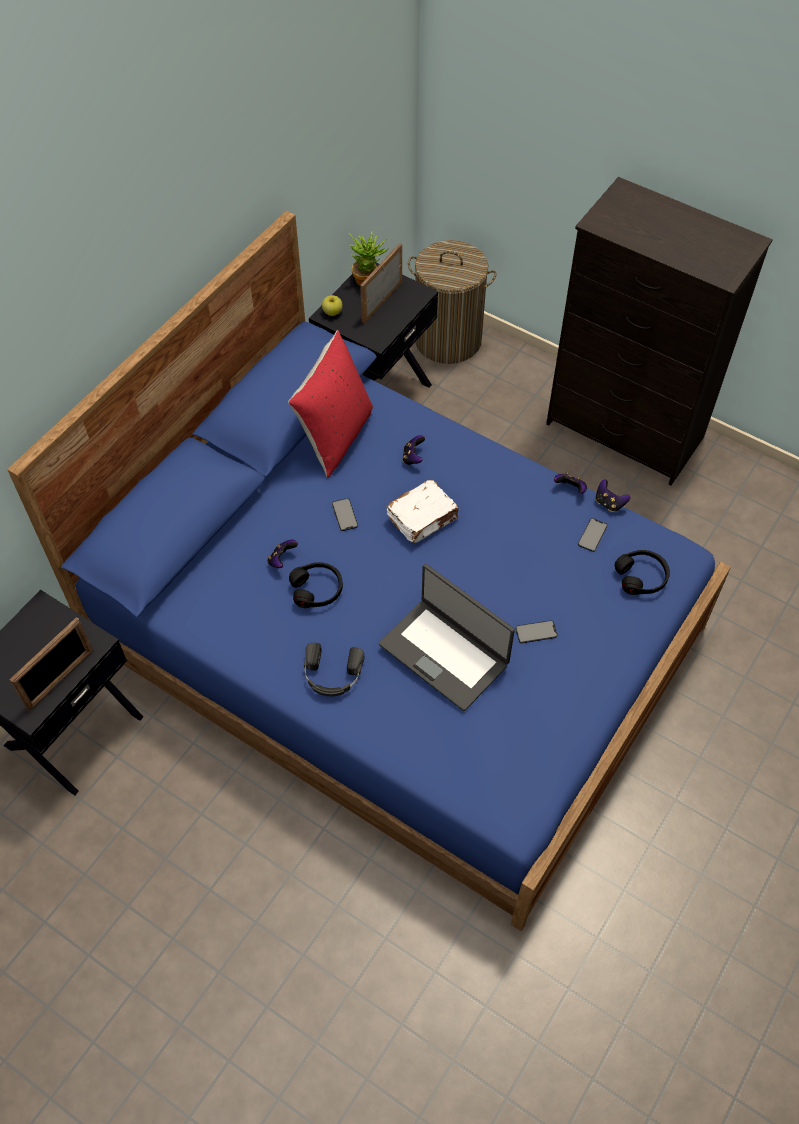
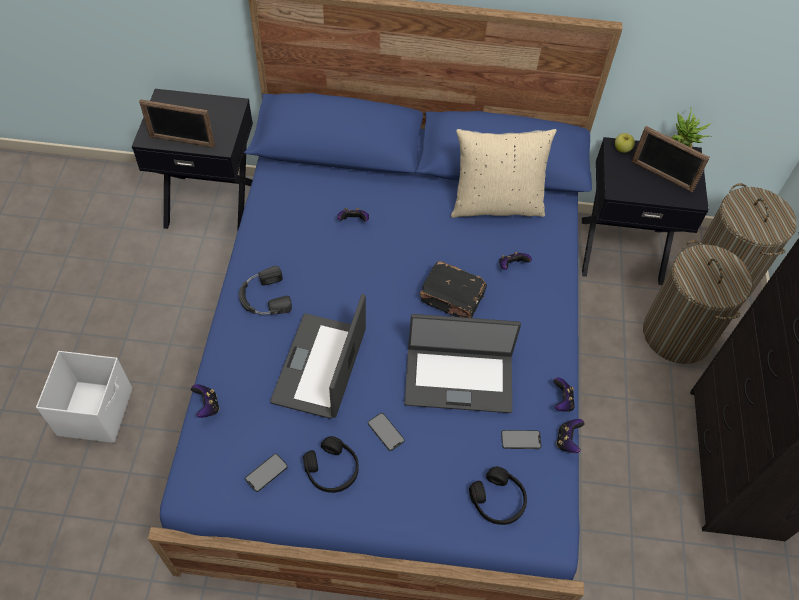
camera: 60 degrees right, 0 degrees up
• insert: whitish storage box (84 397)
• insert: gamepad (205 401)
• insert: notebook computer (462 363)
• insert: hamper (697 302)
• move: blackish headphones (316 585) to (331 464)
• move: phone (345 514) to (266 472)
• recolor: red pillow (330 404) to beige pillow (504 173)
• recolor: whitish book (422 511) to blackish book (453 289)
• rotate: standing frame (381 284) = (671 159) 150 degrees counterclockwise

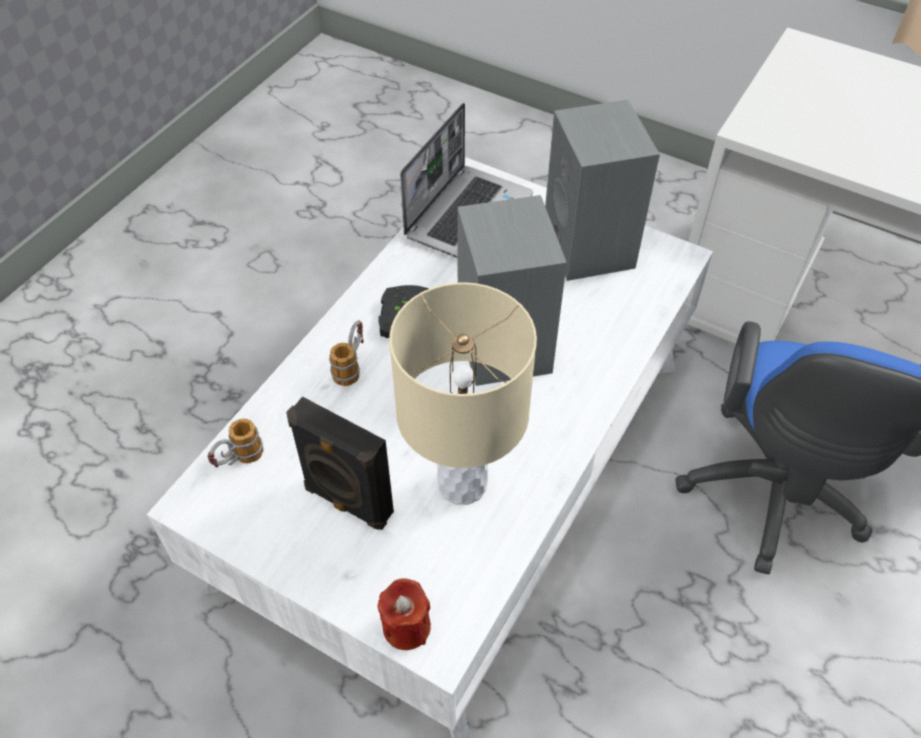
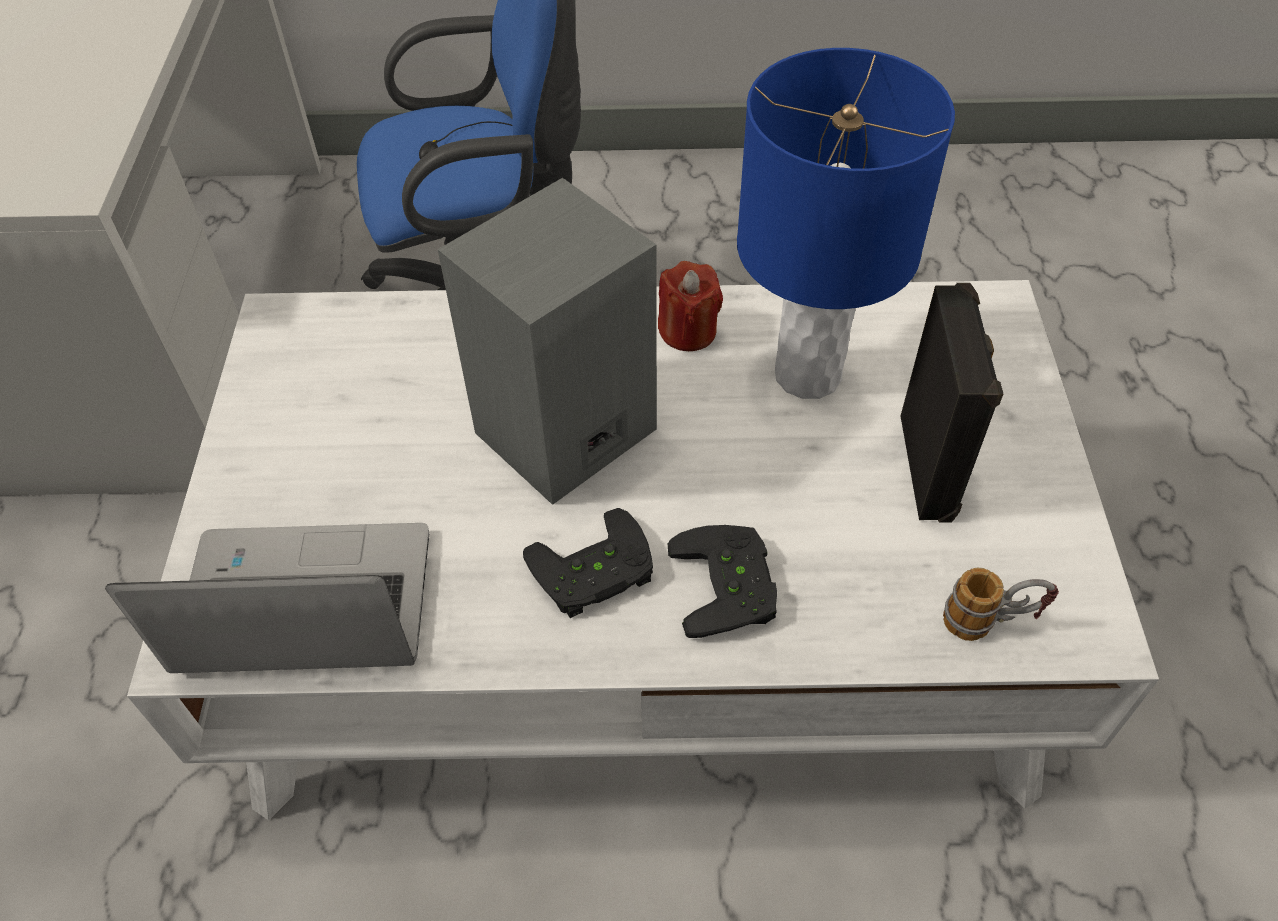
camera: 120 degrees left, 0 degrees up
• delete: grey audio speaker (602 190)
• move: red wax candle (404 614) to (690 306)
• replace: coffee mug (346 353) to blackish gamepad (722 581)
• recolor: beige tabletop lamp (463 393) to blue-coloured tabletop lamp (846 223)

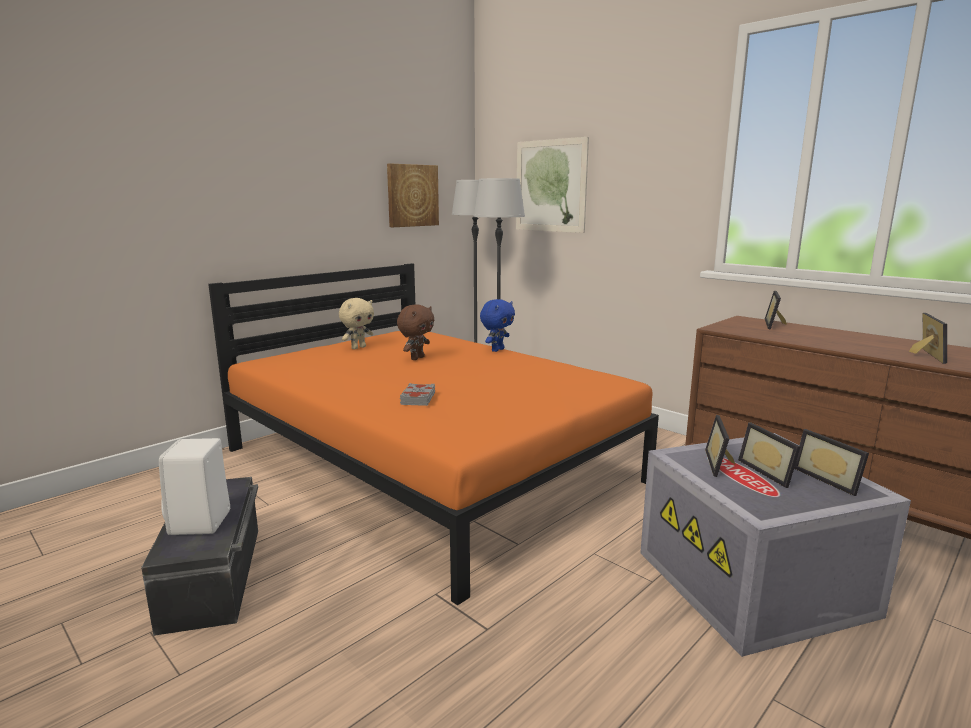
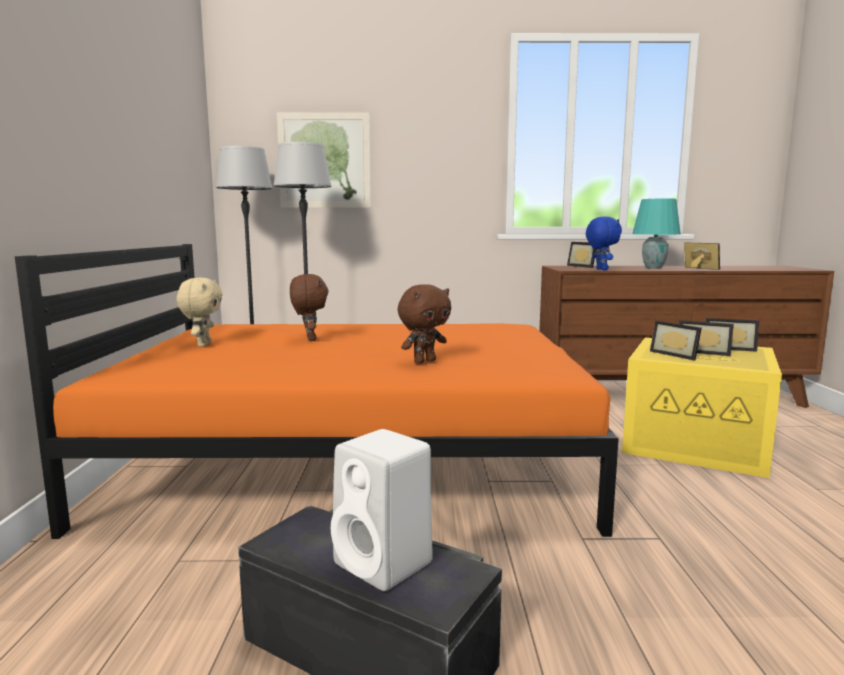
camera: 45 degrees left, 5 degrees down
• delete: wall art (413 195)
• insert: blue-green tabletop lamp (656 233)
• move: blue-coloured soft toy (497 325) to (604 243)
• replace: grey book (417 394) to brownish soft toy (424 324)
• recolor: grey storage box (775 545) to yellow-coloured storage box (702 408)

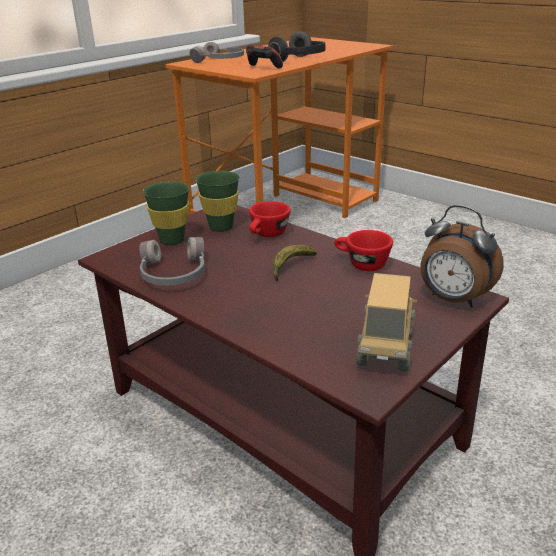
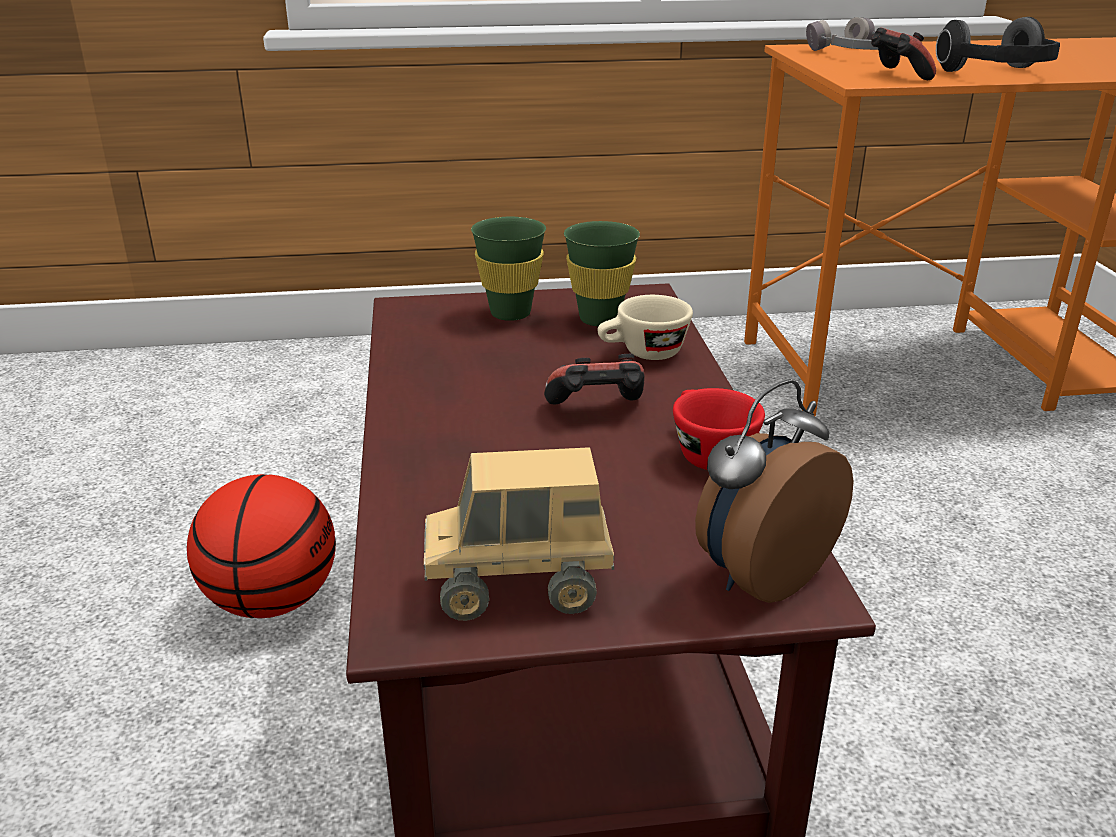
camera: 40 degrees right, 0 degrees up
• delete: grey headphones (172 261)
• insert: basketball ball (261 546)
• replace: banana (295 263) to gamepad (594 379)
• recolor: red cup (269 219) to beige cup (645 327)
• rotate: toy truck (387 322) = (519 534) 150 degrees counterclockwise
• rotate: table clock (462 256) = (774 491) 60 degrees clockwise

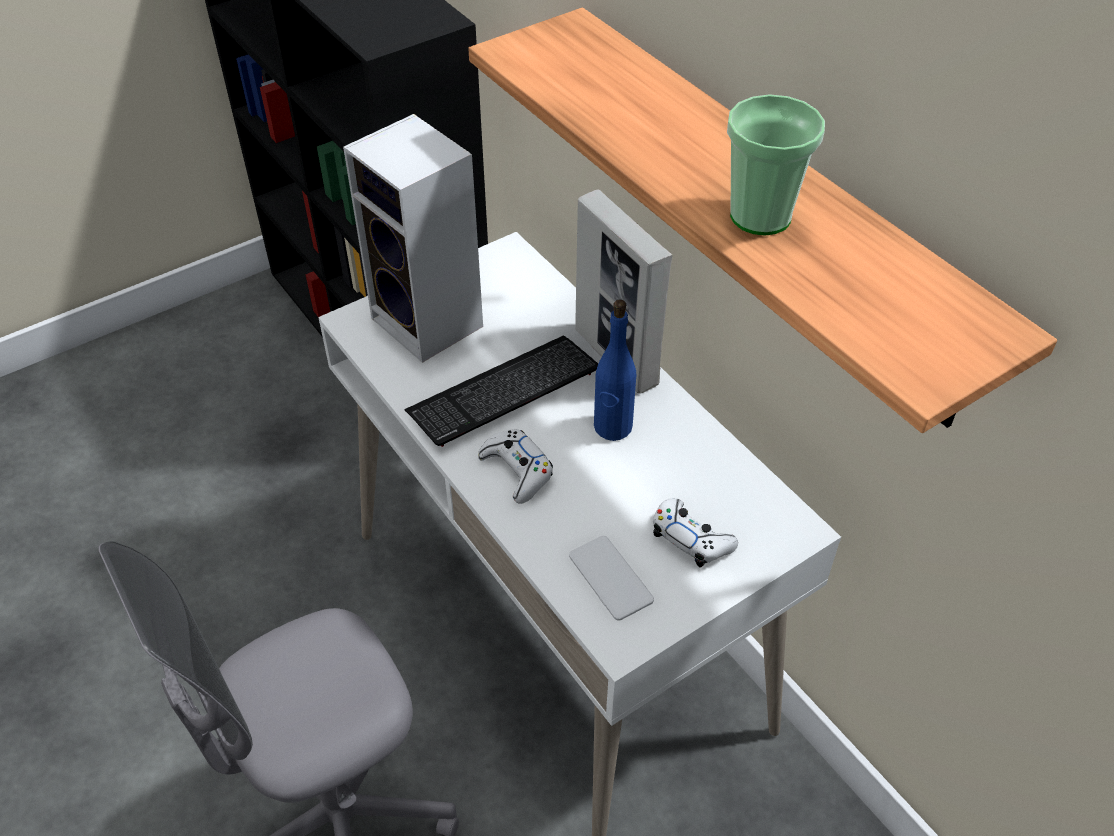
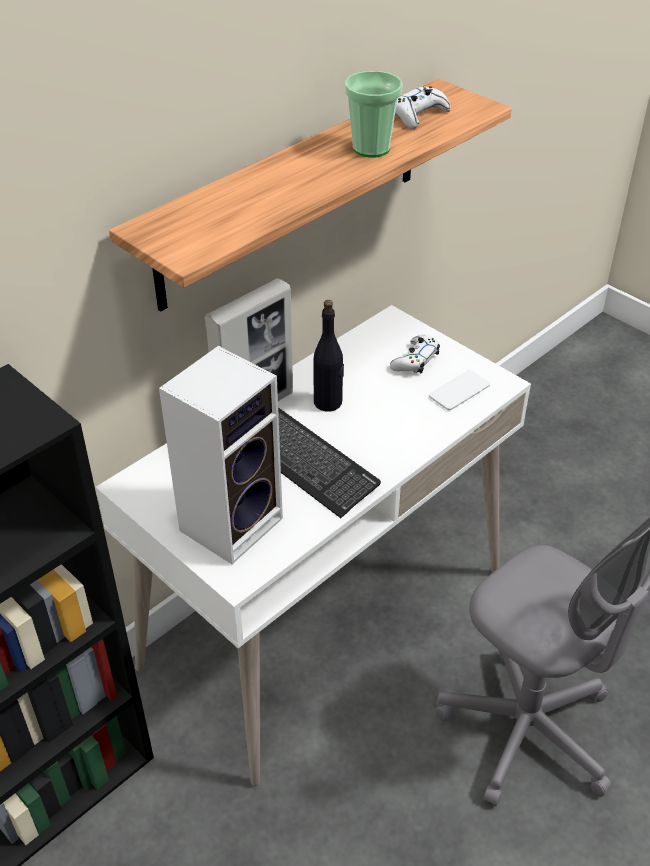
camera: 100 degrees left, 5 degrees down
• move: whitish gamepad (515 466) to (423 107)
• recolor: blue-coloured beverage bottle (615 370) to blackish beverage bottle (328 356)

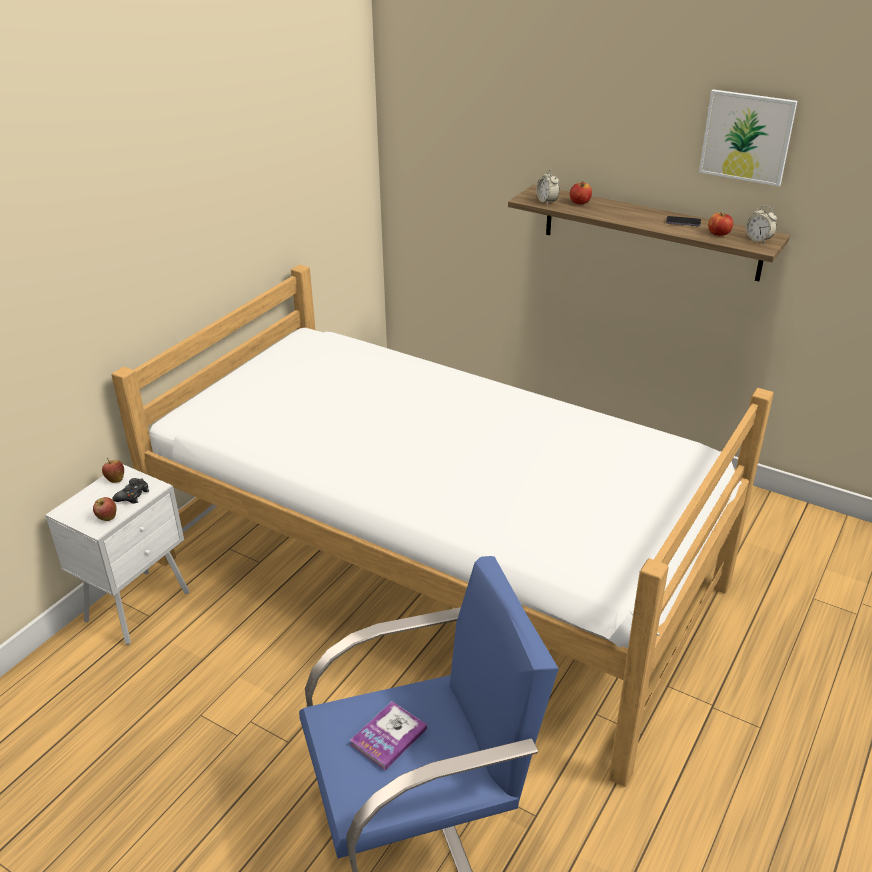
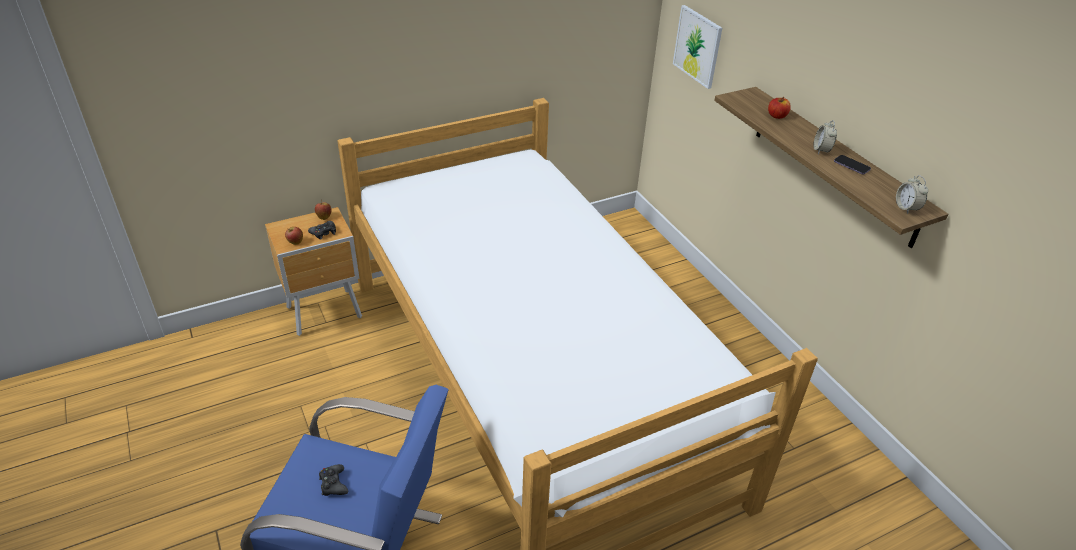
camera: 30 degrees right, 5 degrees up
• delete: apple (720 224)
• move: table clock (548 187) to (825 137)
• move: wall art (748 138) to (697 47)
• replace: book (388 735) to blackish gamepad (333 480)
• recolor: whitish nightstand (117 554) to brownish nightstand (313 271)

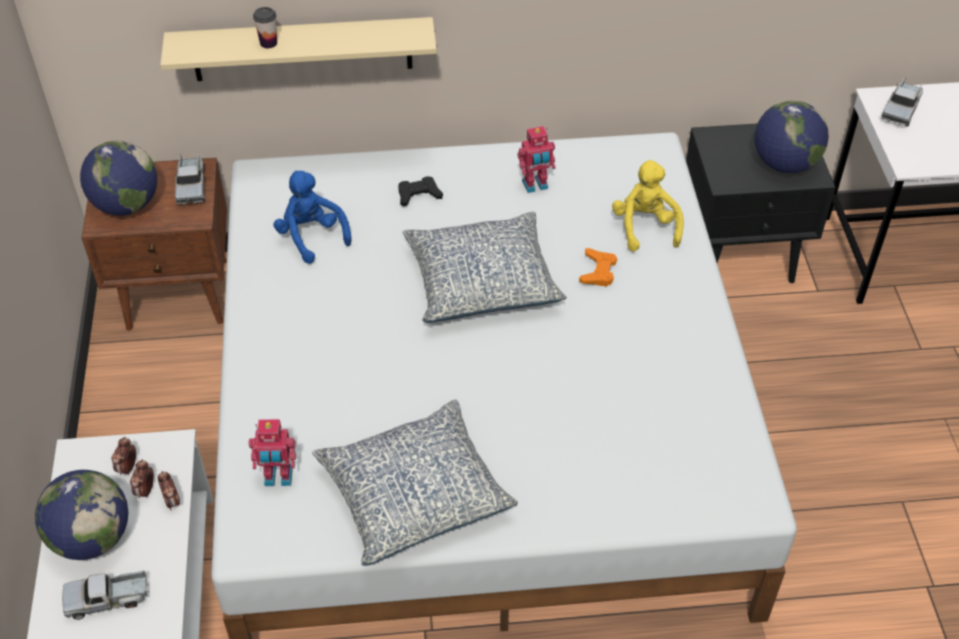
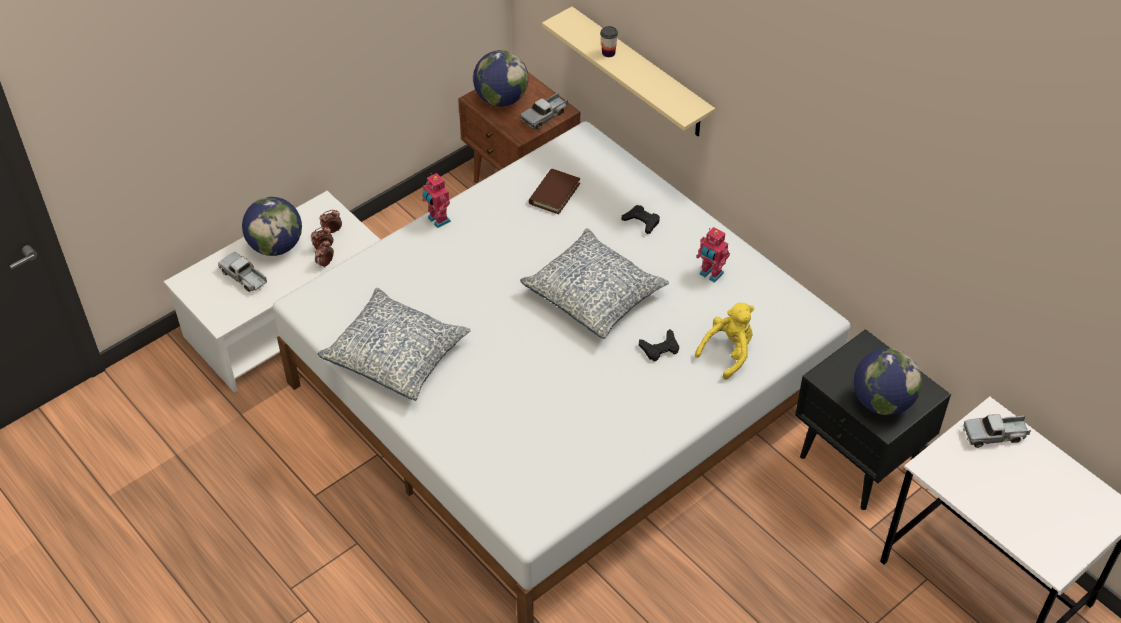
camera: 55 degrees right, 0 degrees up
• move: robot figure (272 452) to (436 200)
• replace: blue-coloured soft toy (313 217) to brownish book (554 191)
• recolor: orangey gamepad (598 267) to blackish gamepad (659 345)

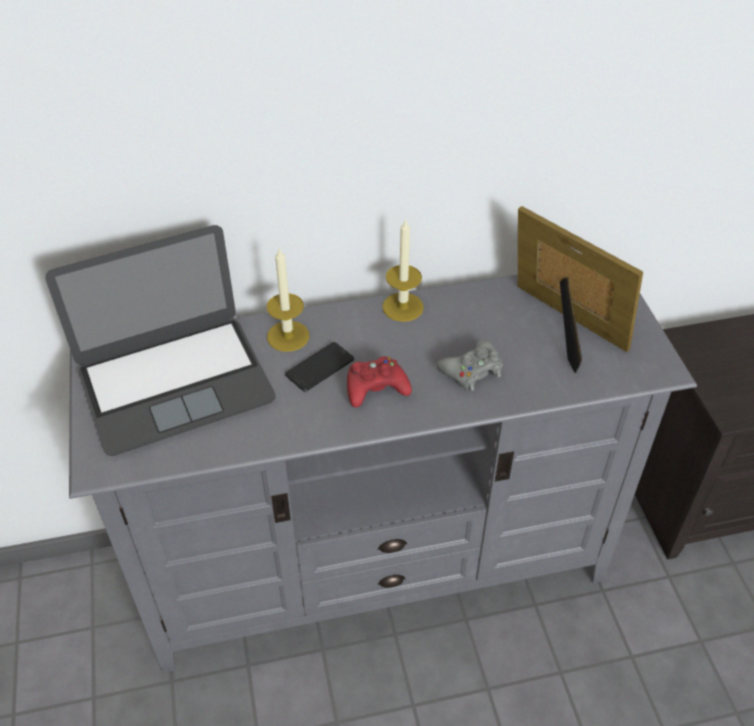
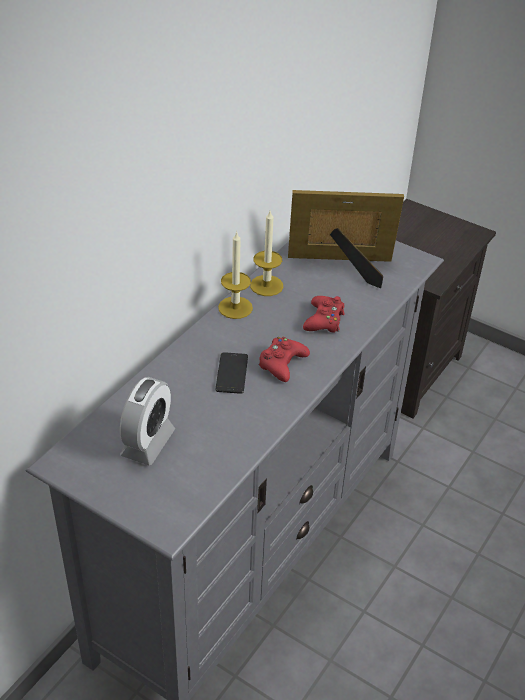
camera: 45 degrees left, 5 degrees down
• move: wax candle (288 299) to (266 253)
• replace: notebook computer (160 340) to table clock (147 421)
• recolor: grey gamepad (470 365) to red gamepad (324 314)

